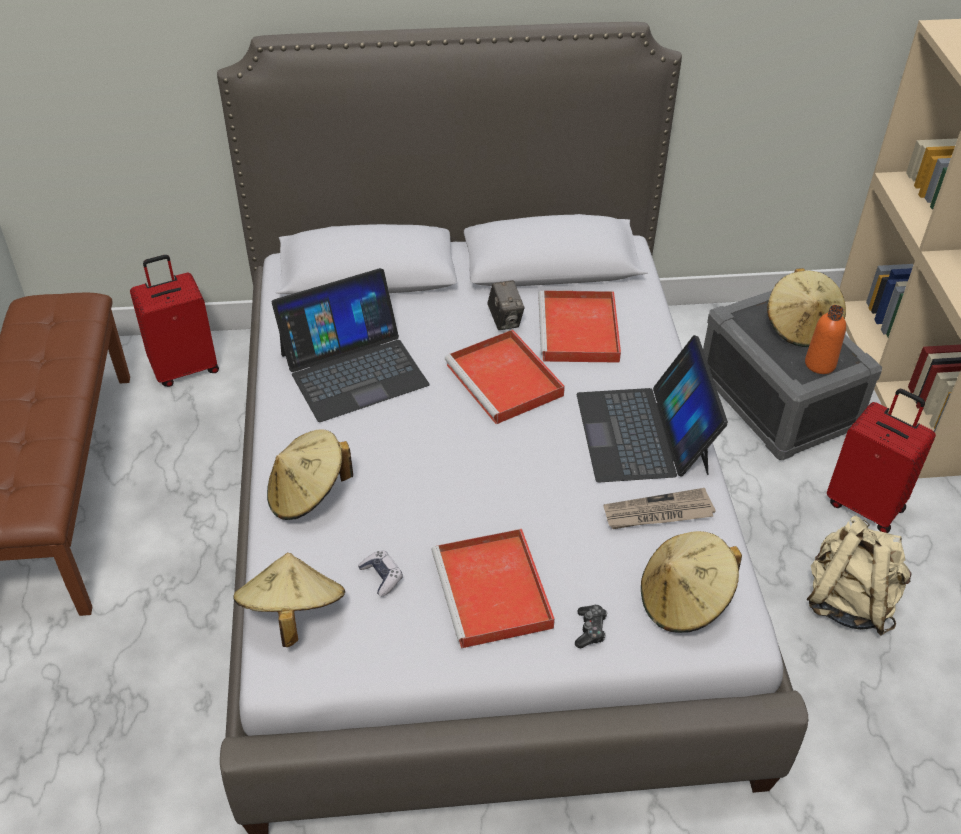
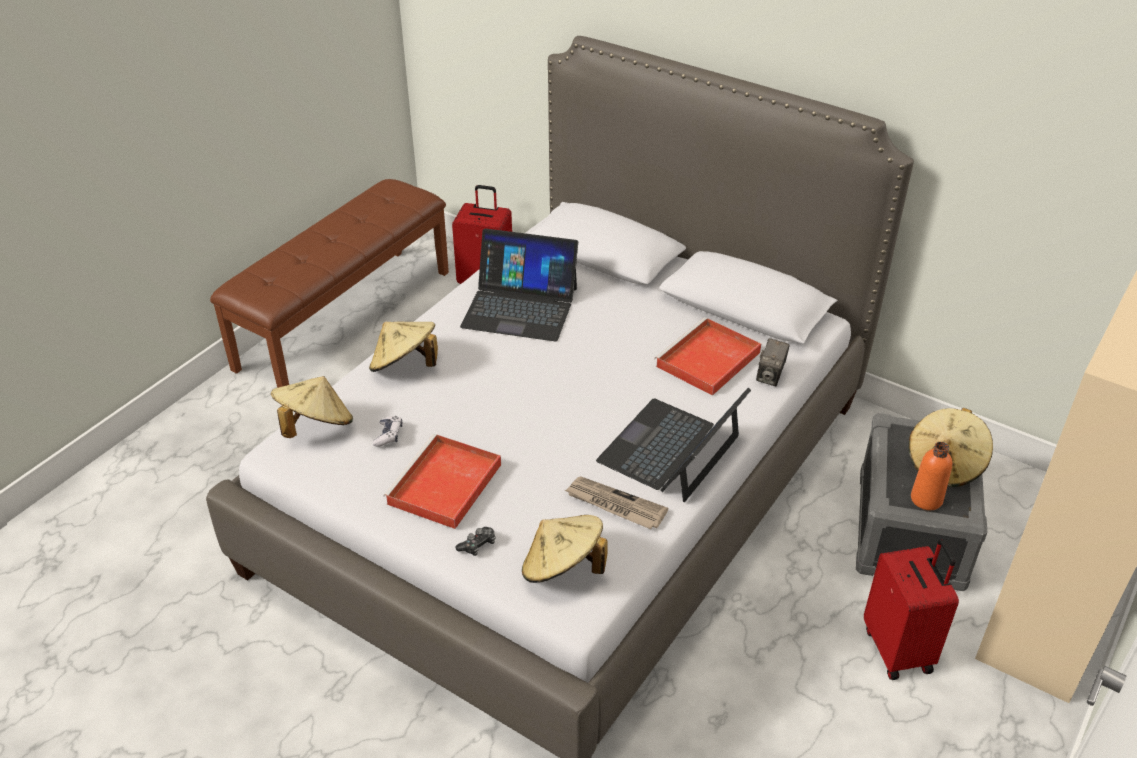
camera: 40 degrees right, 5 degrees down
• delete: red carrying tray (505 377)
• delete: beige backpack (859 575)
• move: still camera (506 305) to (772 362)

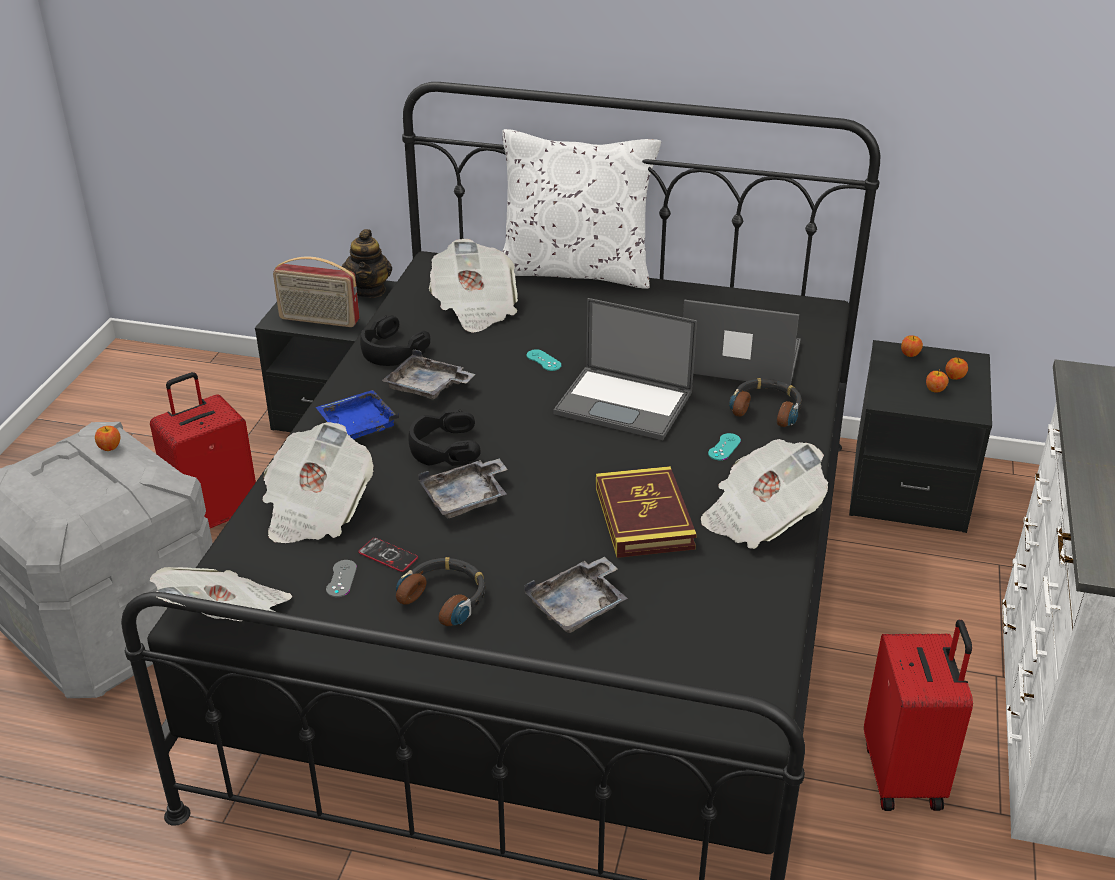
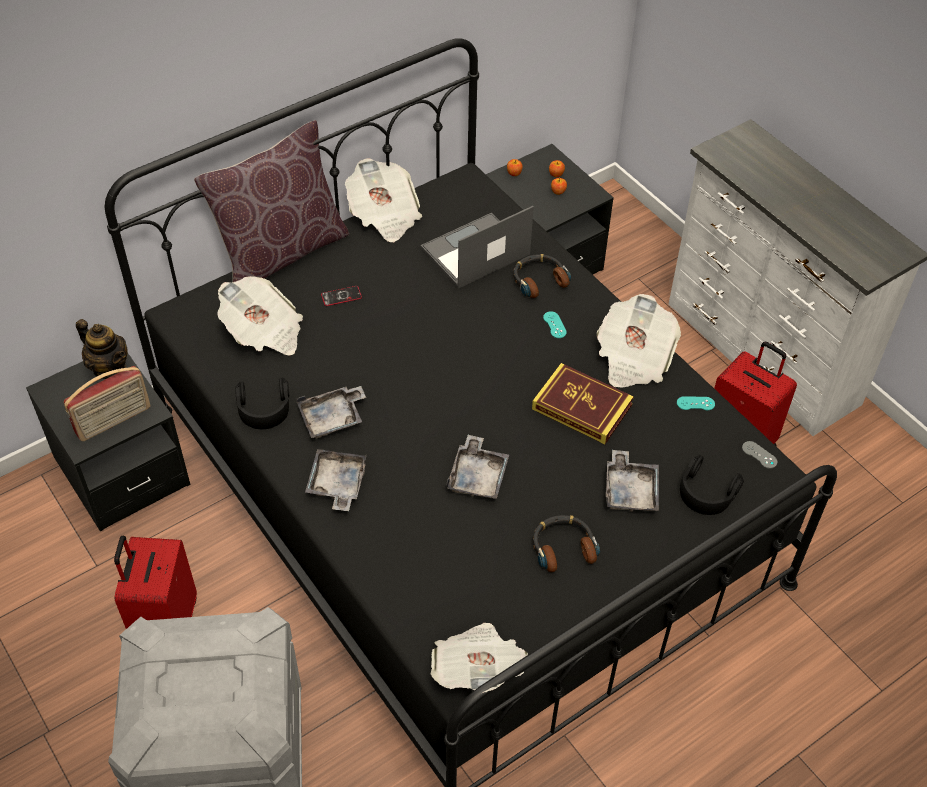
camera: 50 degrees left, 15 degrees up
• delete: apple (107 438)
• delete: notebook computer (625 369)
• move: newspaper (318 482) to (383 200)
• move: grey gamepad (341 578) to (759 455)
• move: phone (388 555) to (341 296)
• move: blackish headphones (444 437) to (712 485)
• move: blue-green gamepad (544 360) to (696 403)
• recolor: blue-coloured carrying tray (357 414) to grey carrying tray (336 480)
• recolor: whitish pillow (581 209) to brownish pillow (271 201)

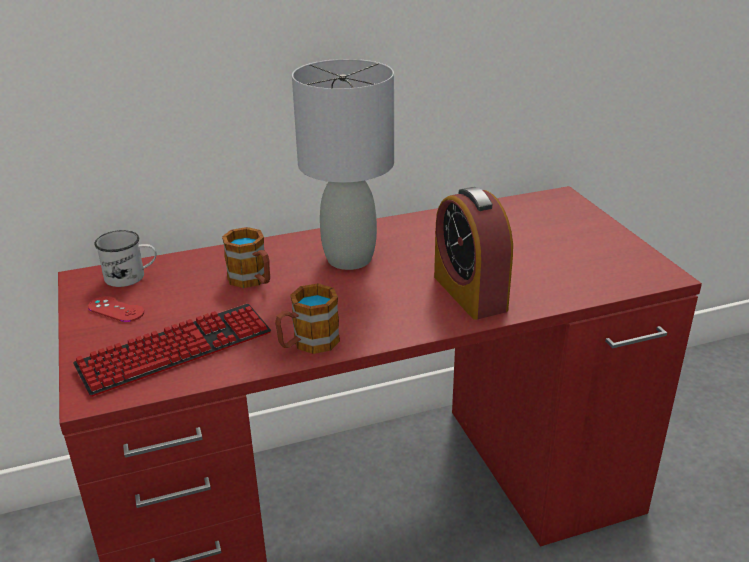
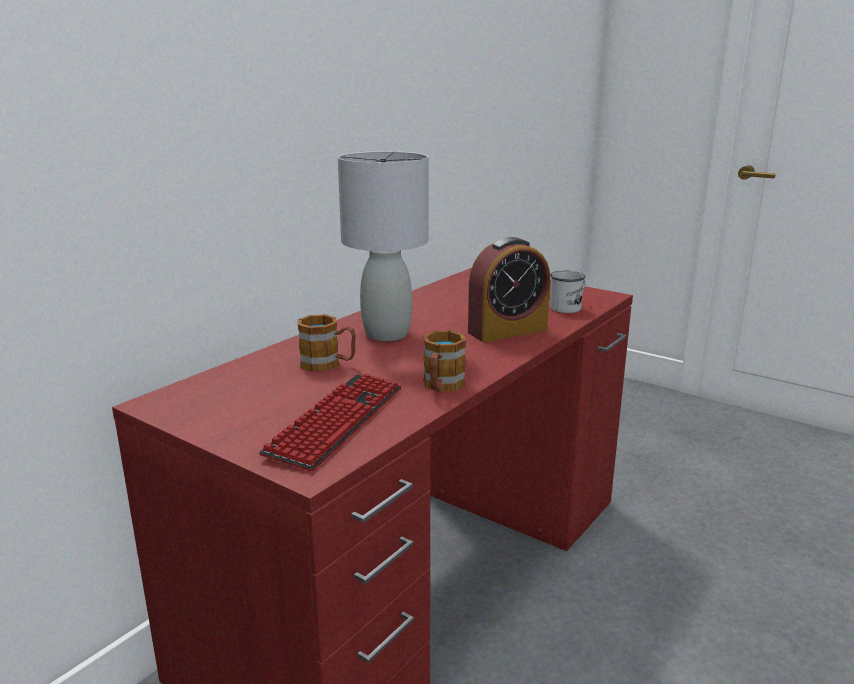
camera: 35 degrees left, 10 degrees down
• delete: red gamepad (116 309)
• move: whitish coffee mug (125 258) to (567 292)
• rotate: table clock (473 253) = (509 289) 60 degrees counterclockwise

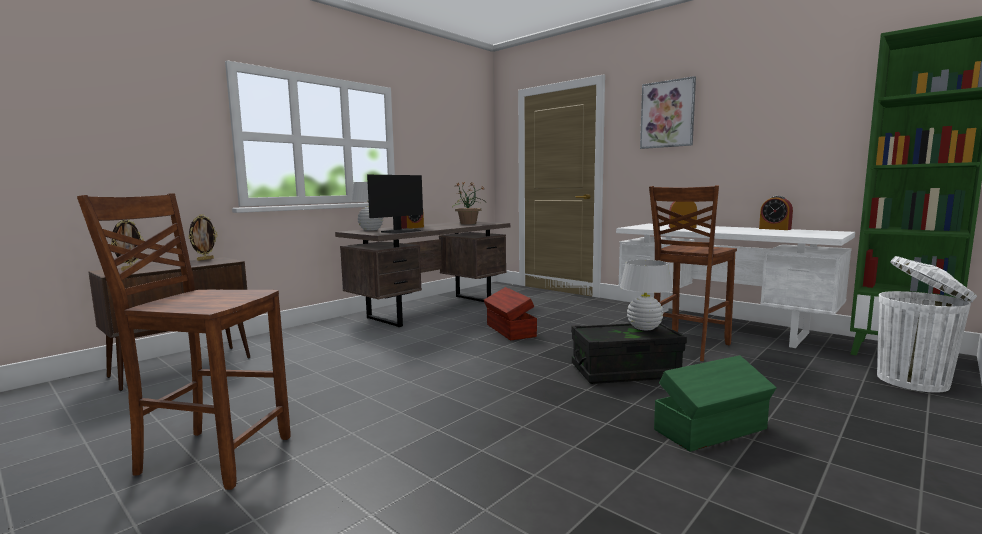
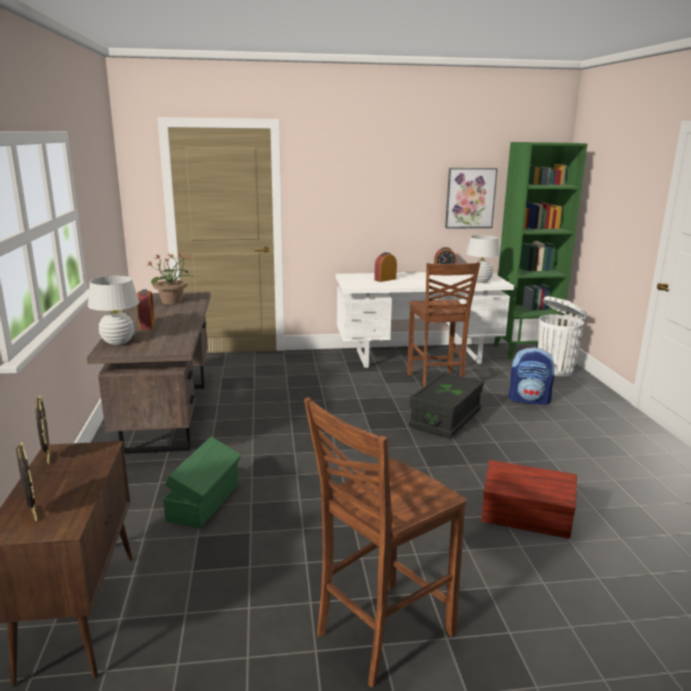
camera: 50 degrees left, 10 degrees up
• delete: computer screen (395 204)
• insert: backpack (532 376)
• move: brownish storage box (510 313) to (529 499)
• move: whitish tabletop lamp (646 295) to (483 259)
• move: wall art (668 112) to (471 198)
• move: greenish storage box (715 403) to (202 482)

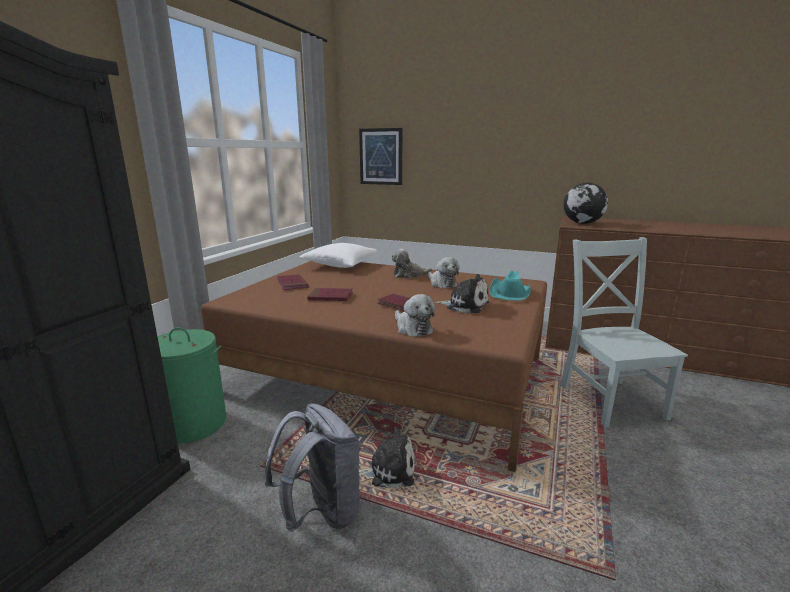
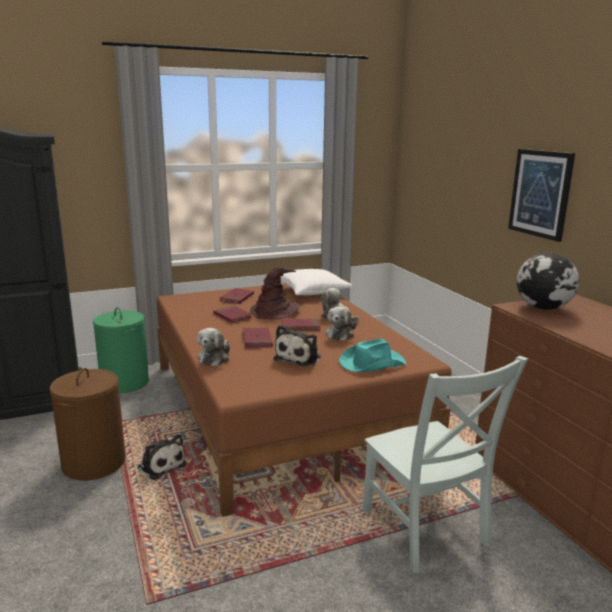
camera: 45 degrees right, 0 degrees up
• insert: brownish hat (275 292)
• insert: red book (301 324)
• move: wall art (381 156) to (541 195)
• replace: grey backpack (313 467) to brownish hamper (87 424)
• rotate: soft toy (462 293) = (297 345) 45 degrees clockwise
• rotate: grey upright chair (624 332) = (445 464) 120 degrees clockwise

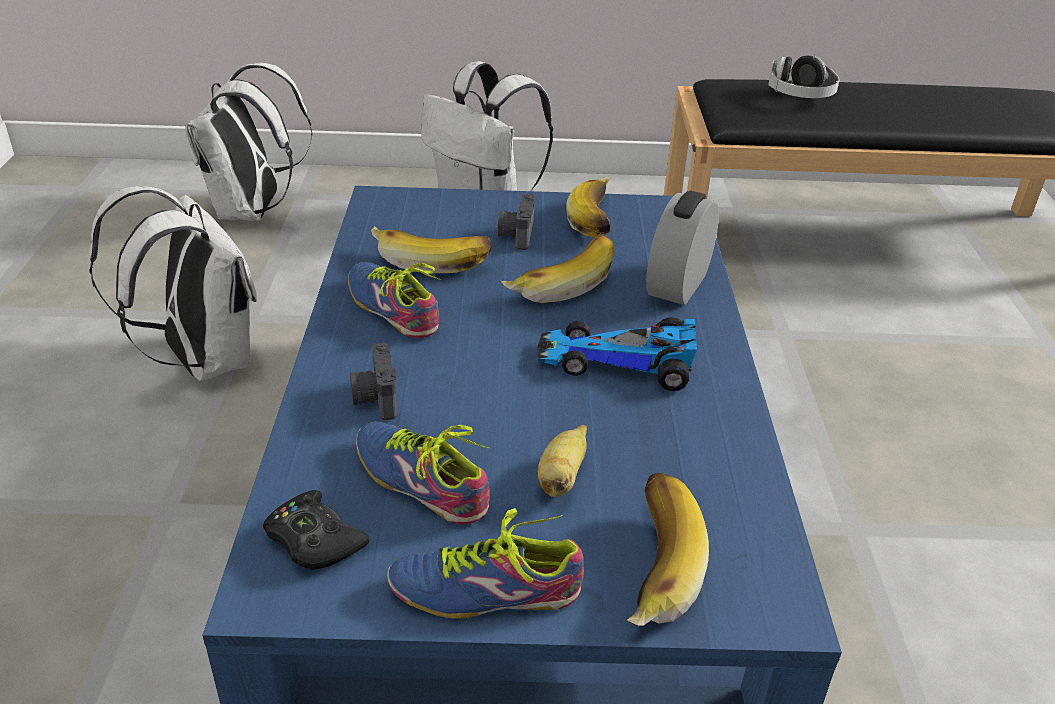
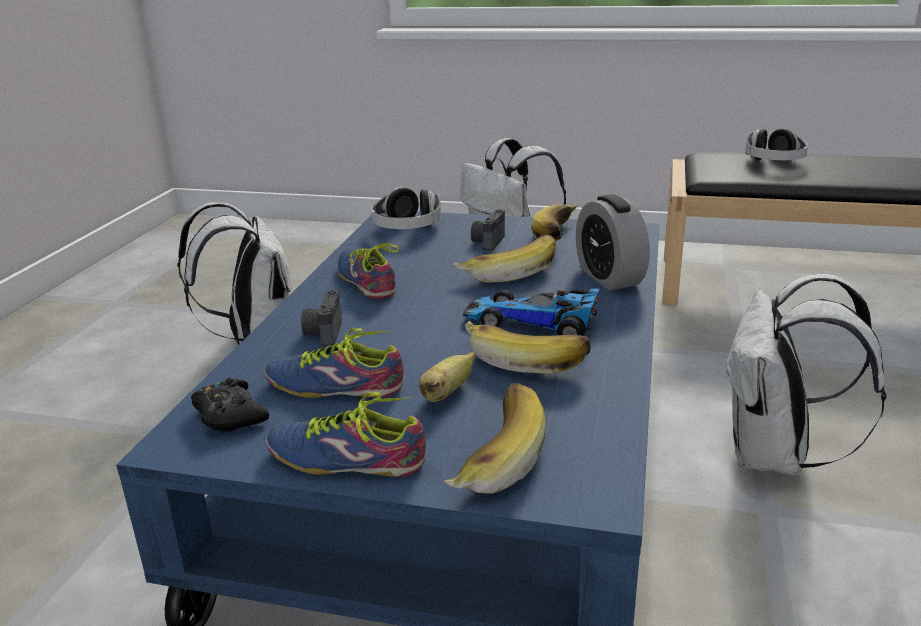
camera: 15 degrees right, 10 degrees down
• insert: headphones (406 208)
• move: whitish backpack (249 142) to (804 375)
• move: banana (431 249) to (528 347)
• rotate: shoe (423 473) = (334 363) 45 degrees counterclockwise
• rotate: table clock (682 248) = (613 242) 60 degrees counterclockwise

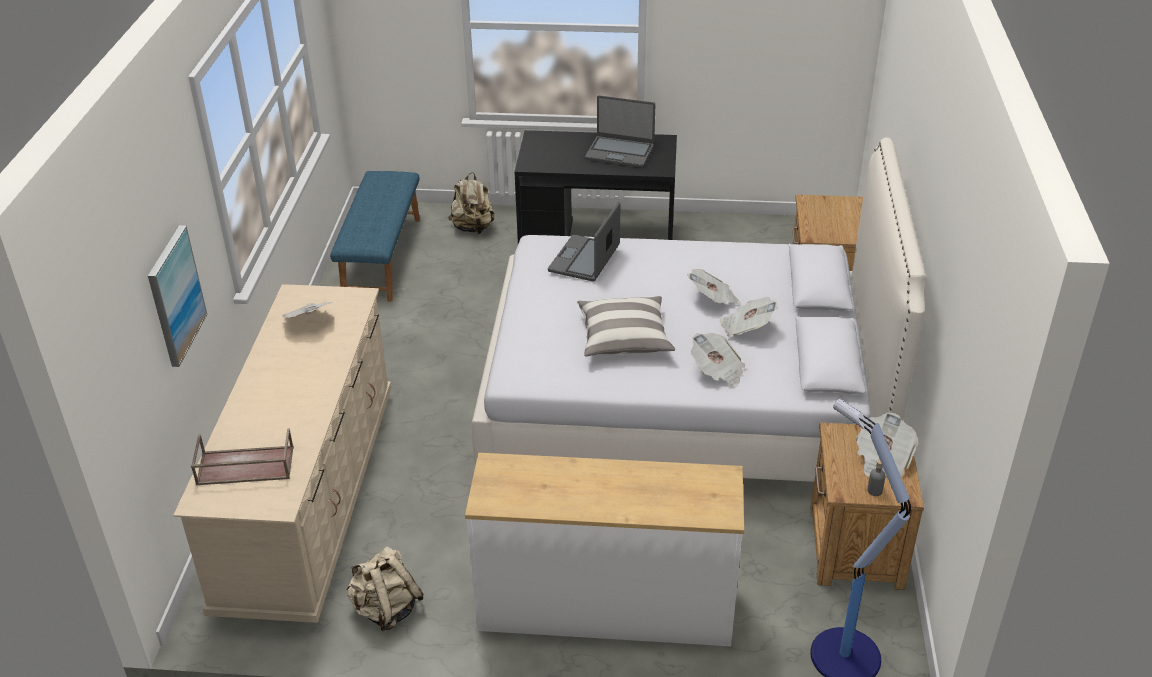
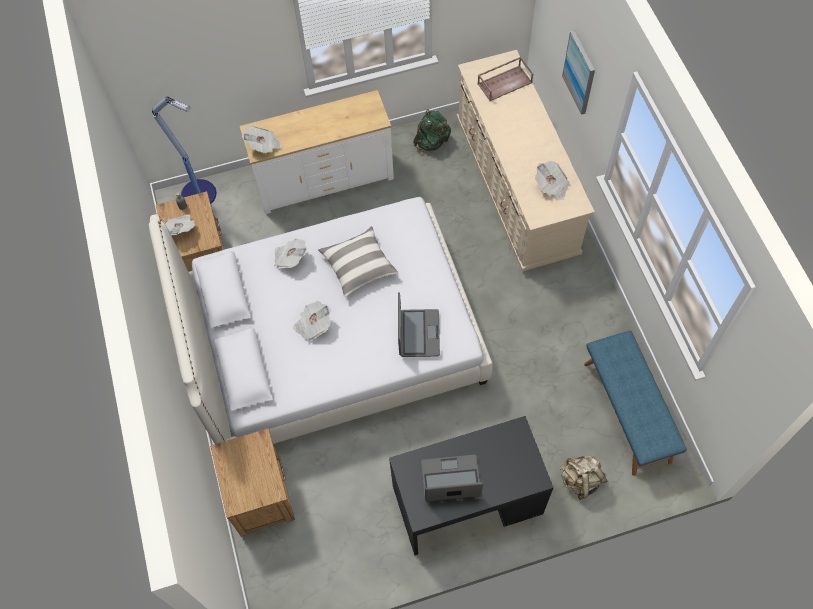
camera: 160 degrees right, 25 degrees up
• move: newspaper (748 317) to (262 140)
• recolor: beige backpack (385 588) to greenish backpack (432 130)

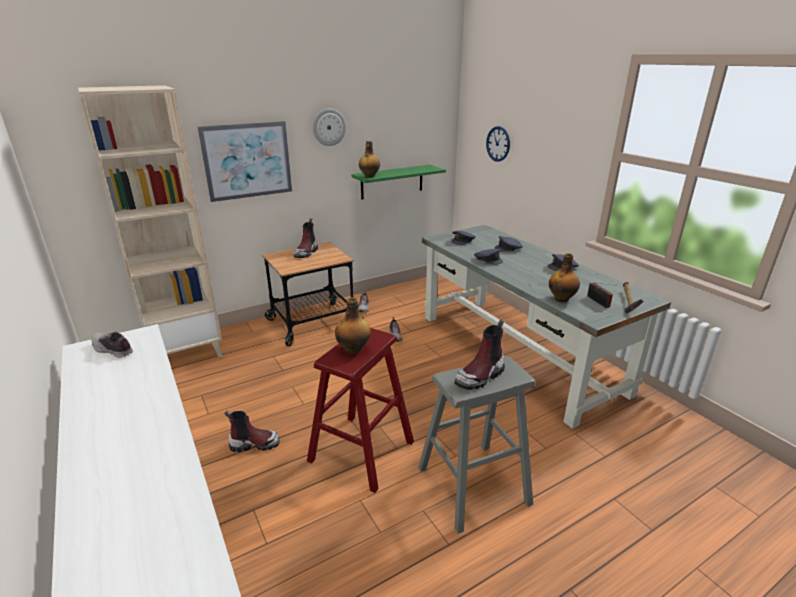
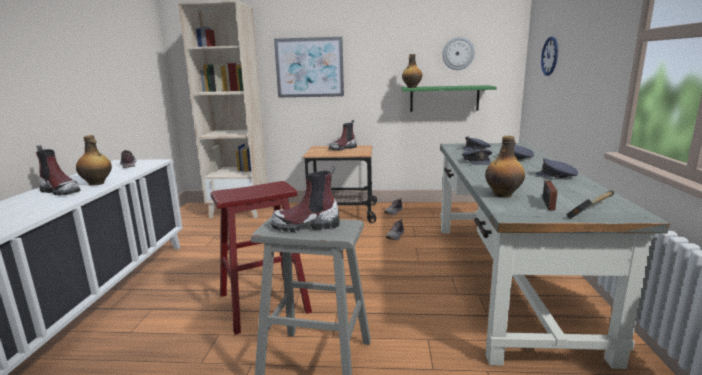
camera: 35 degrees right, 10 degrees down
• move: high-top boot (252 431) to (58 170)
• move: hanging clock (329 127) to (458 53)
• move: beverage bottle (353 325) to (94 160)

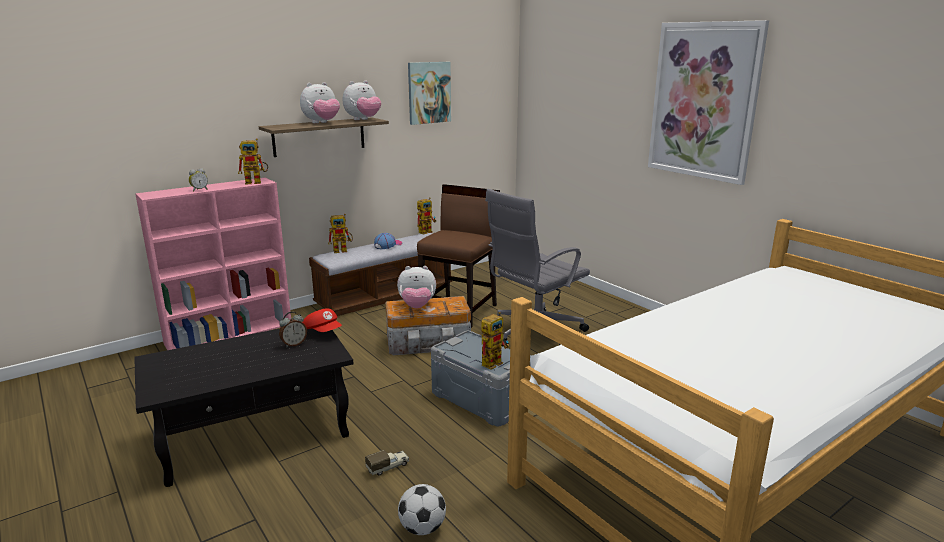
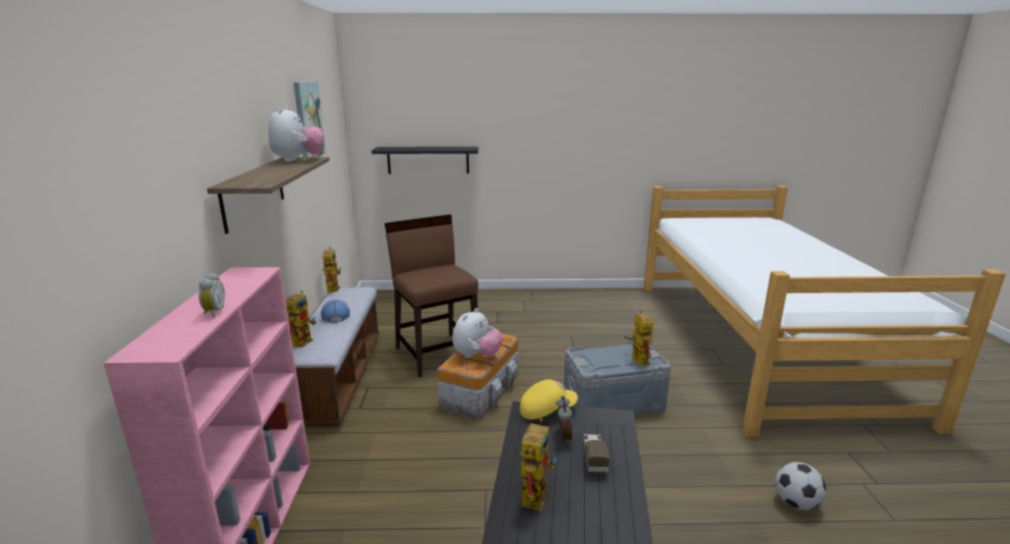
camera: 55 degrees left, 0 degrees up
• delete: soft toy (320 102)
• delete: grey office chair (537 268)
• delete: wall art (708 102)
• insert: blackish bracket shelf (425 160)
• move: robot figure (253 161) to (538 464)
• move: toy truck (387 463) to (596 454)
• recolor: red cap (322 320) to yellow-coloured cap (549 399)

